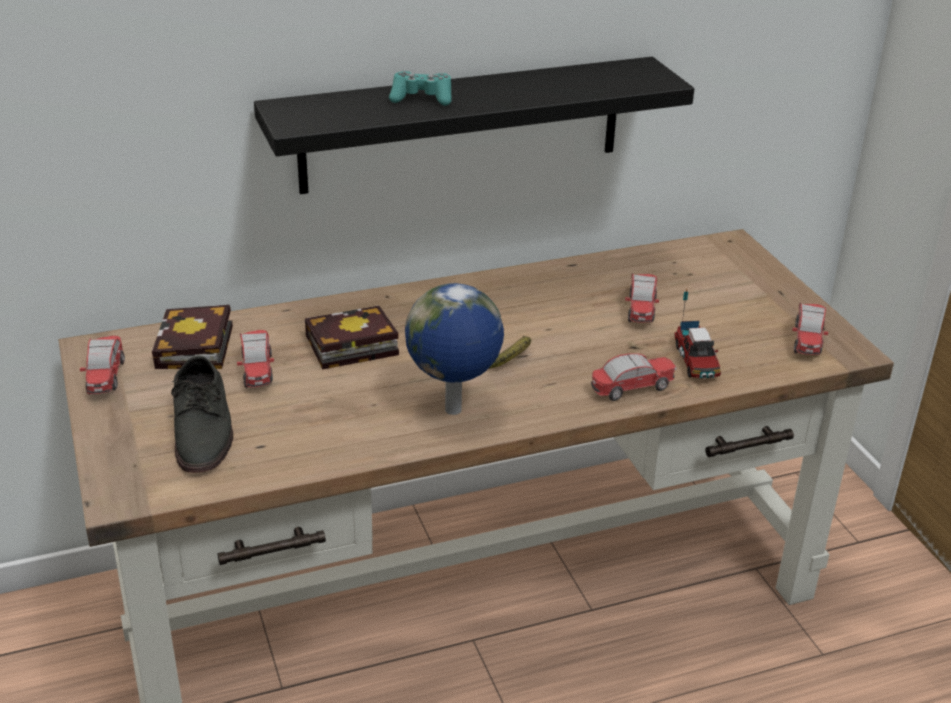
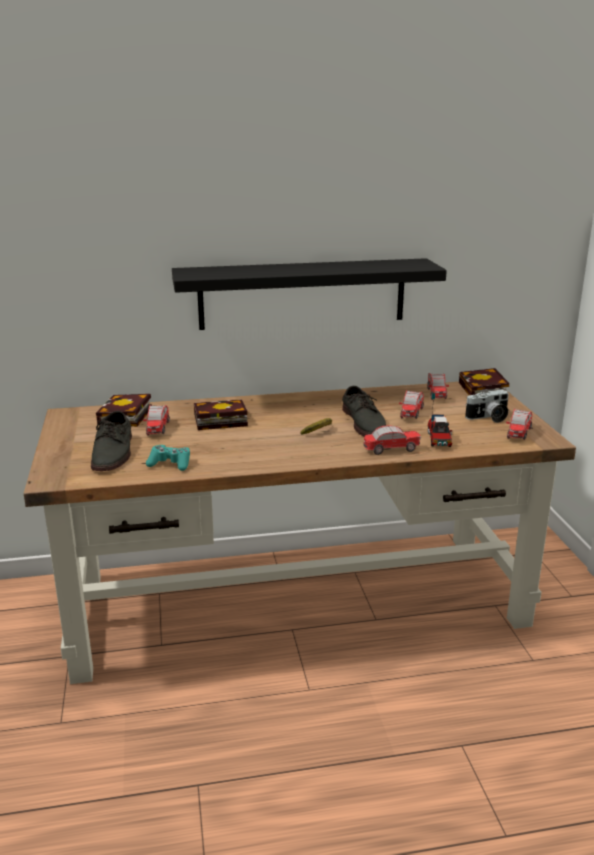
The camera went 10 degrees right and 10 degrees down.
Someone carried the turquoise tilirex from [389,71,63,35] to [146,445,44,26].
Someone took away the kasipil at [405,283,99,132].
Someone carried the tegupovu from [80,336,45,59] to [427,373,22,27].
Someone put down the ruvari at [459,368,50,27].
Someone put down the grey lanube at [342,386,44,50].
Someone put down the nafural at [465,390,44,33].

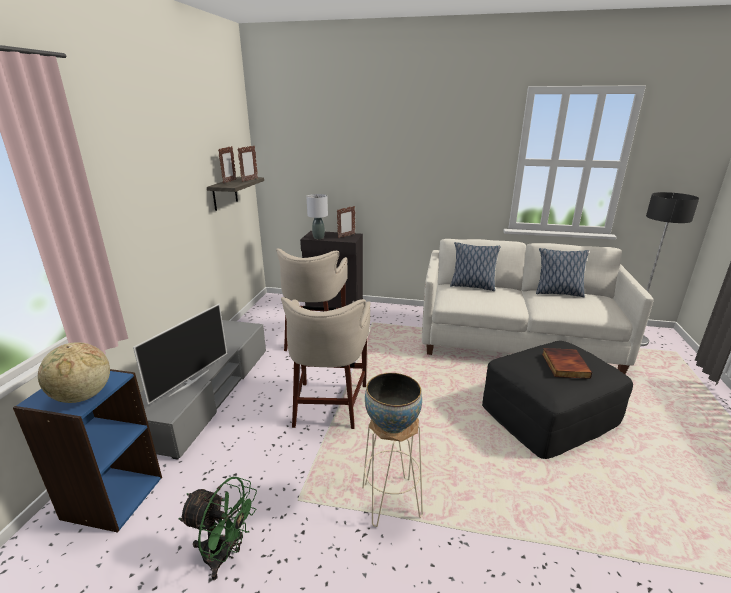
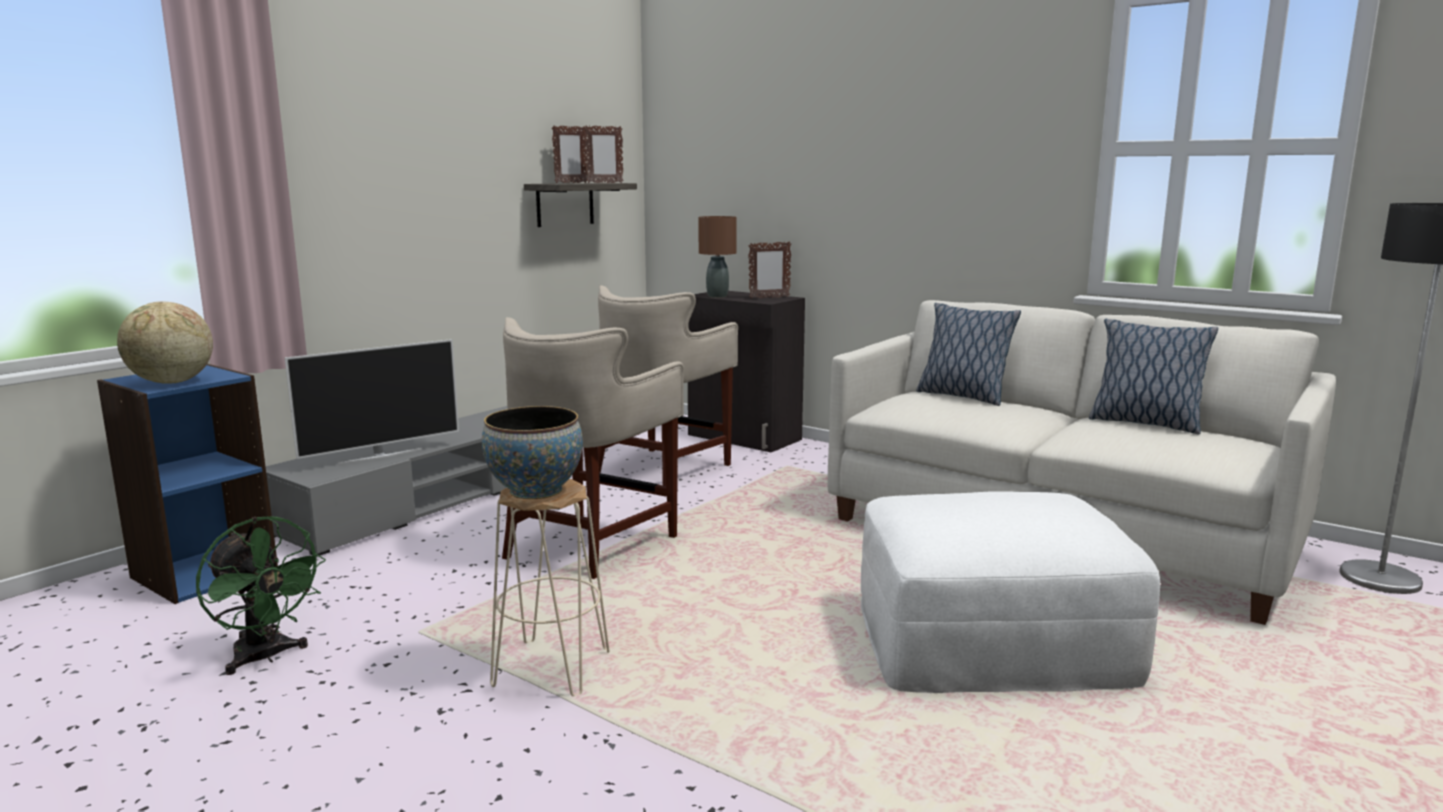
The camera went 25 degrees right and 10 degrees down.
Someone repainted the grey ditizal at [306,194,22,45], which became the brown ditizal at [698,216,39,82].
Someone repainted the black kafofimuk at [482,341,151,118], which became the white kafofimuk at [861,491,299,202].
Someone took away the ruvari at [542,348,50,31].

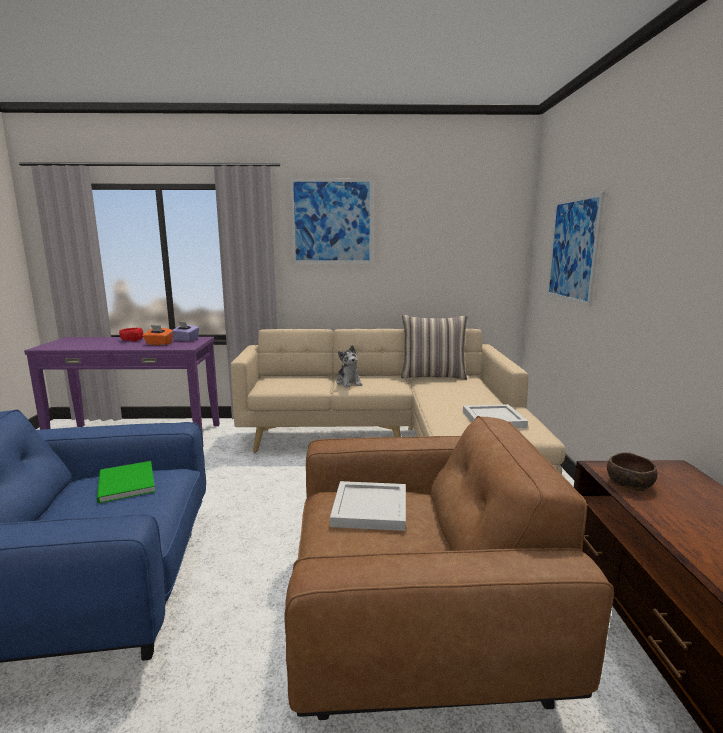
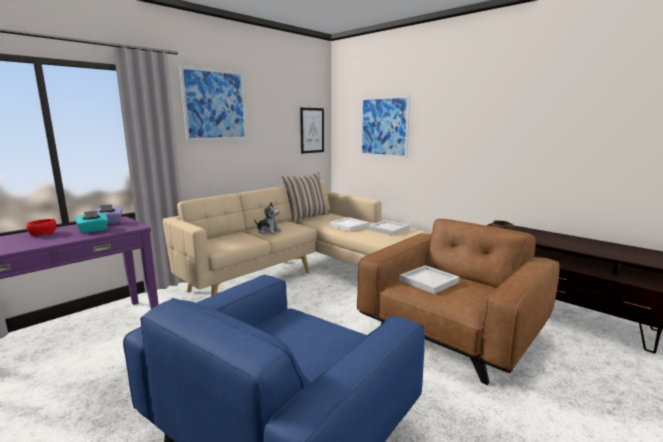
The camera went 45 degrees left and 0 degrees up.
Someone repainted the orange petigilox at [143,325,30,20], which became the turquoise petigilox at [75,211,33,22].
Someone took away the green ruvari at [97,461,58,42].
Someone put up the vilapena at [300,108,24,46].
Someone put down the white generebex at [329,217,40,15].

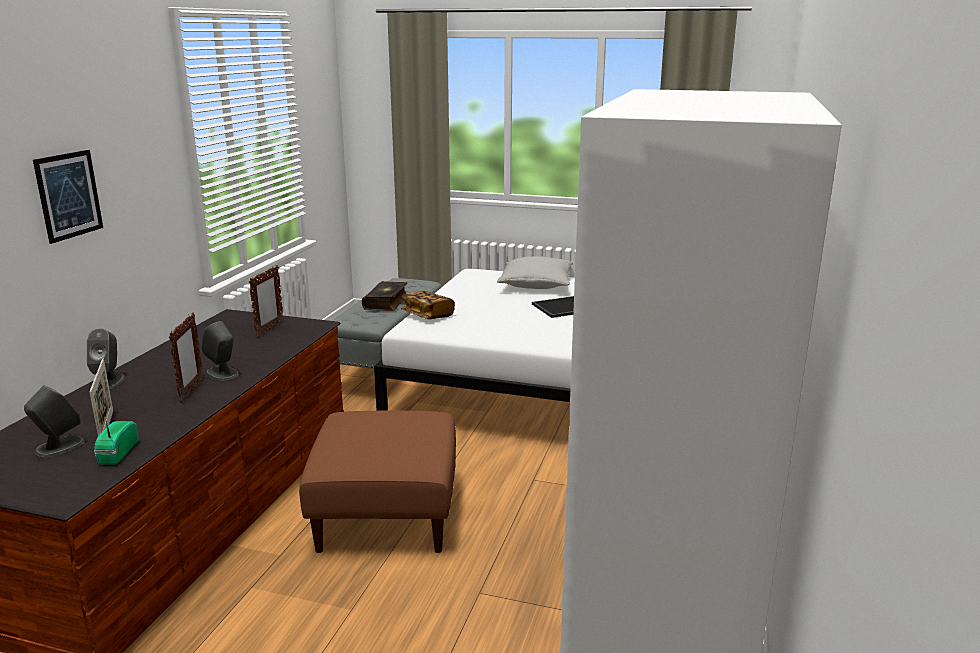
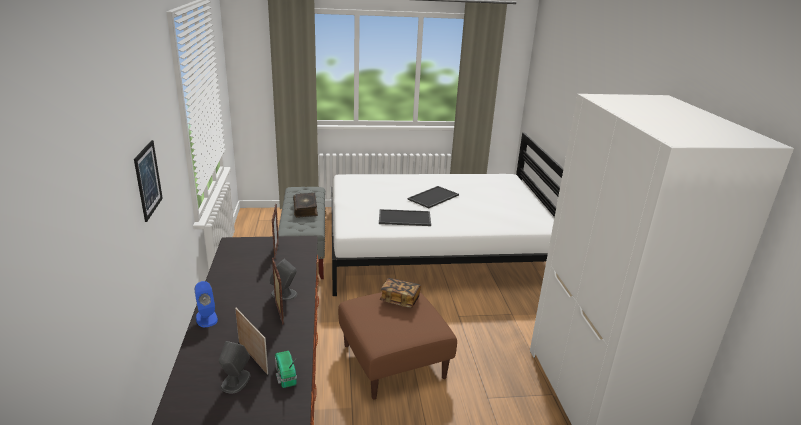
The camera went 25 degrees left and 5 degrees up.
Someone took away the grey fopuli at [497,256,76,33].
Someone carried the ruvari from [401,291,54,28] to [380,278,41,30].
Someone repainted the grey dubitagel at [87,328,38,61], which became the blue dubitagel at [195,281,23,46].
Someone put down the generebex at [379,209,52,17].

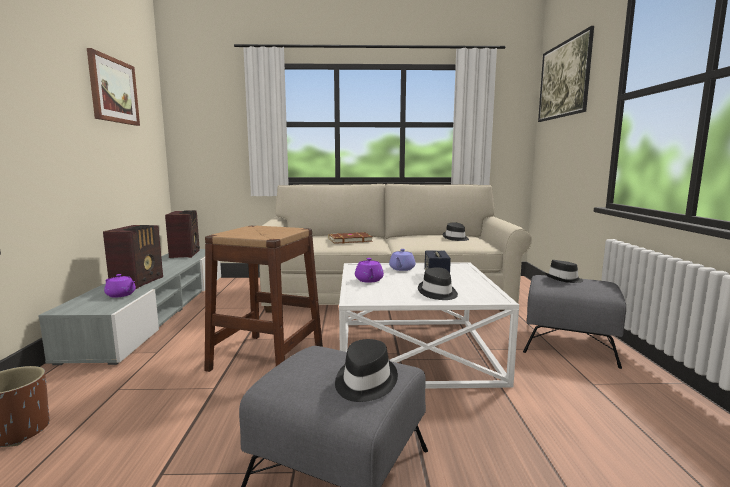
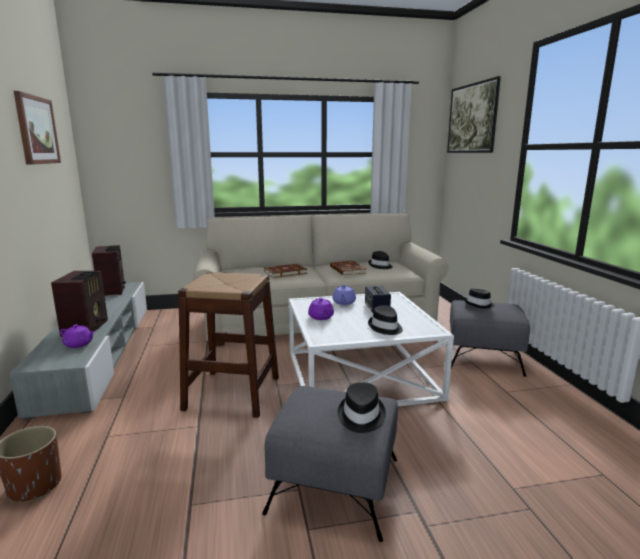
The camera went 10 degrees left and 5 degrees up.
Someone put down the brown ruvari at [330,261,36,14].

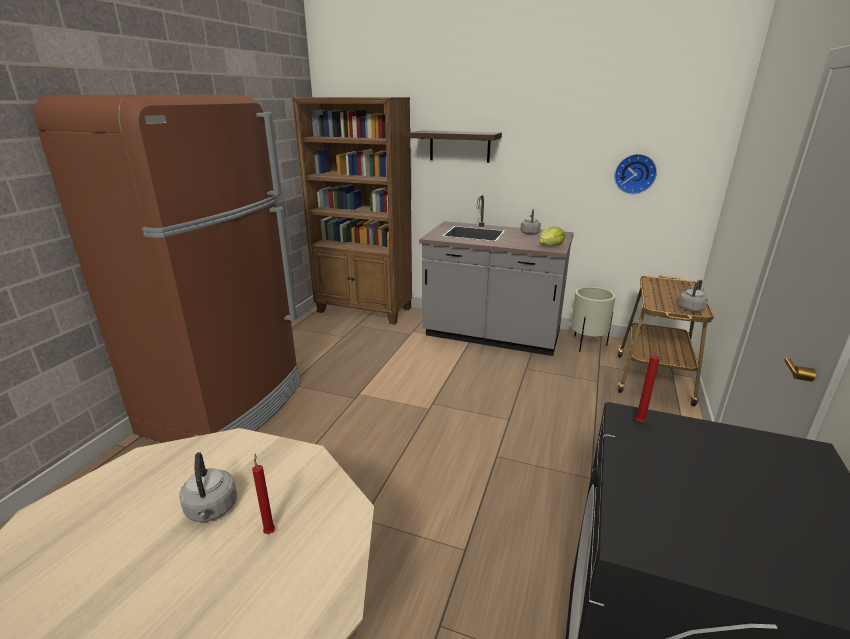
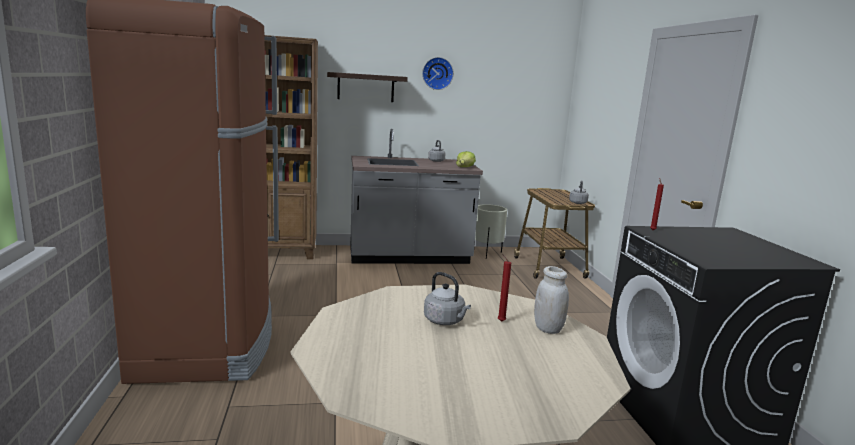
The camera went 30 degrees left and 10 degrees down.
Someone carried the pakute from [614,154,43,40] to [422,57,32,33].
Someone put down the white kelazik at [534,266,35,68].

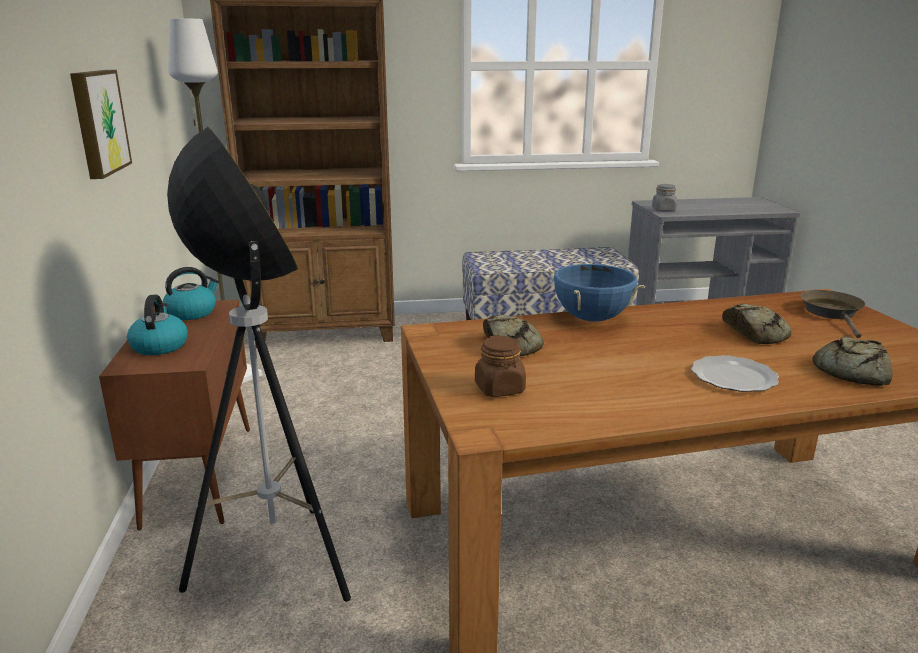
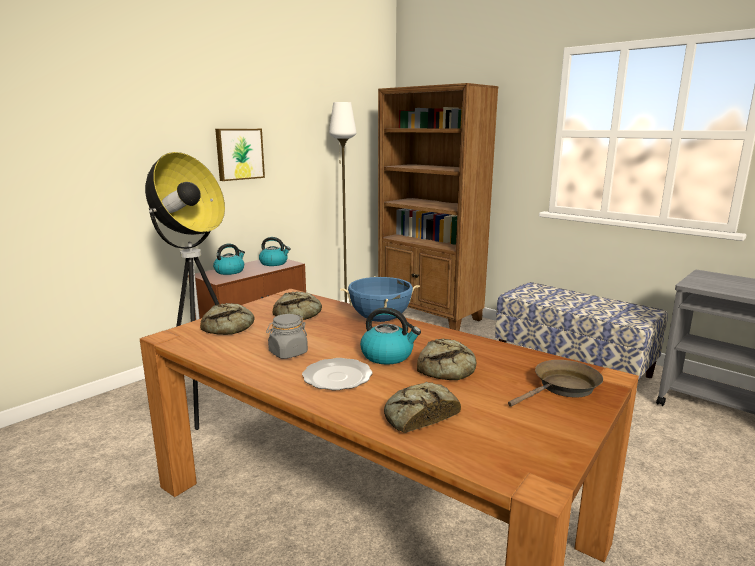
The camera went 50 degrees right and 5 degrees down.
Someone carried the grey kelazik from [652,184,25,28] to [266,314,42,45].
Someone swapped the brown kelazik at [475,335,51,62] for the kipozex at [200,303,54,32].
Someone put down the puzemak at [360,307,61,58].

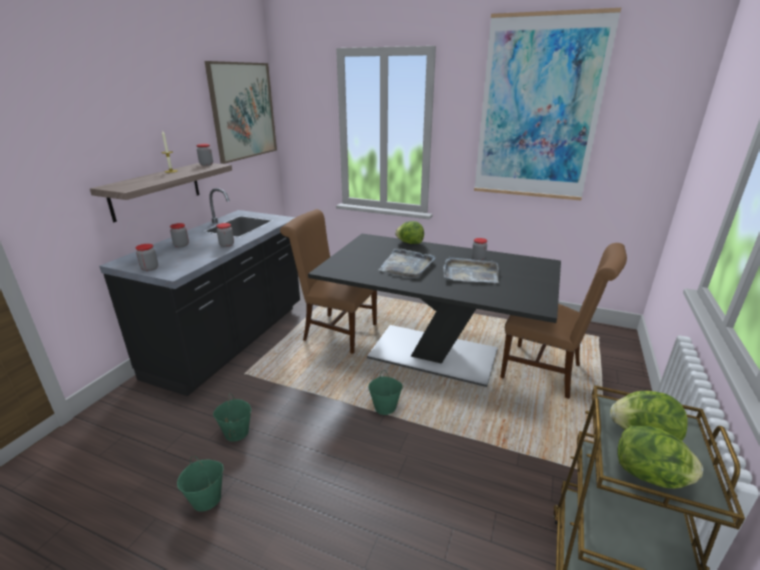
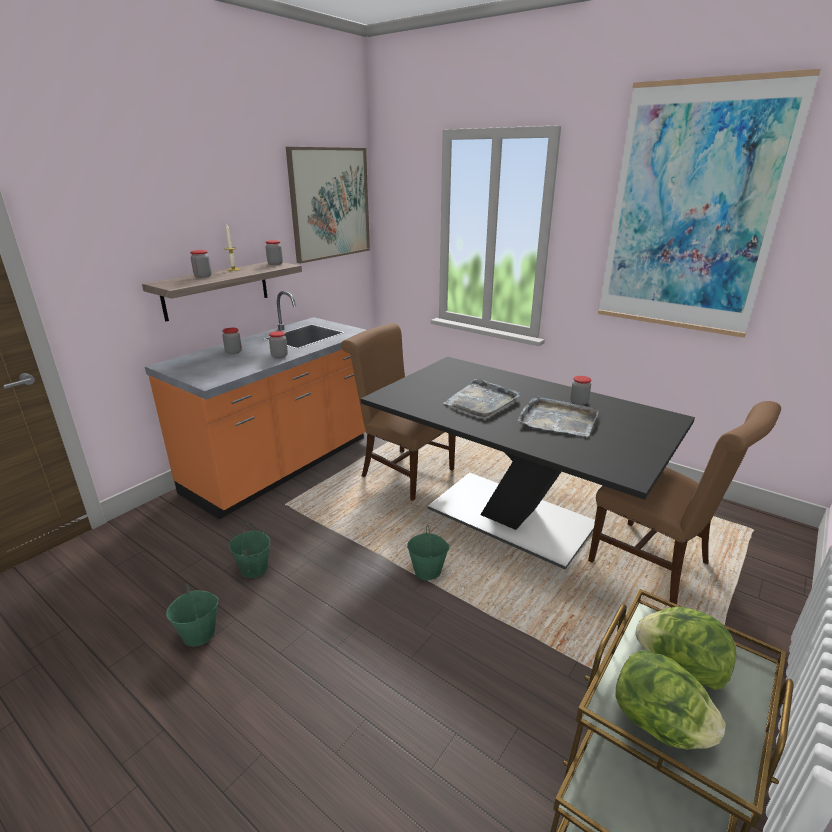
The camera went 15 degrees right and 0 degrees up.
Someone repainted the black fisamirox at [99,188,201,208], which became the orange fisamirox at [145,291,221,228].
Someone took away the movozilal at [395,221,29,23].
Someone carried the kelazik from [136,244,22,27] to [190,250,21,28].

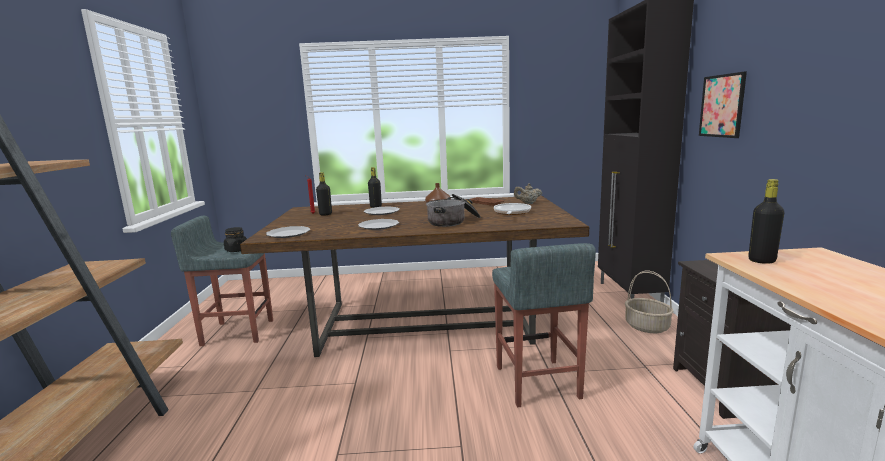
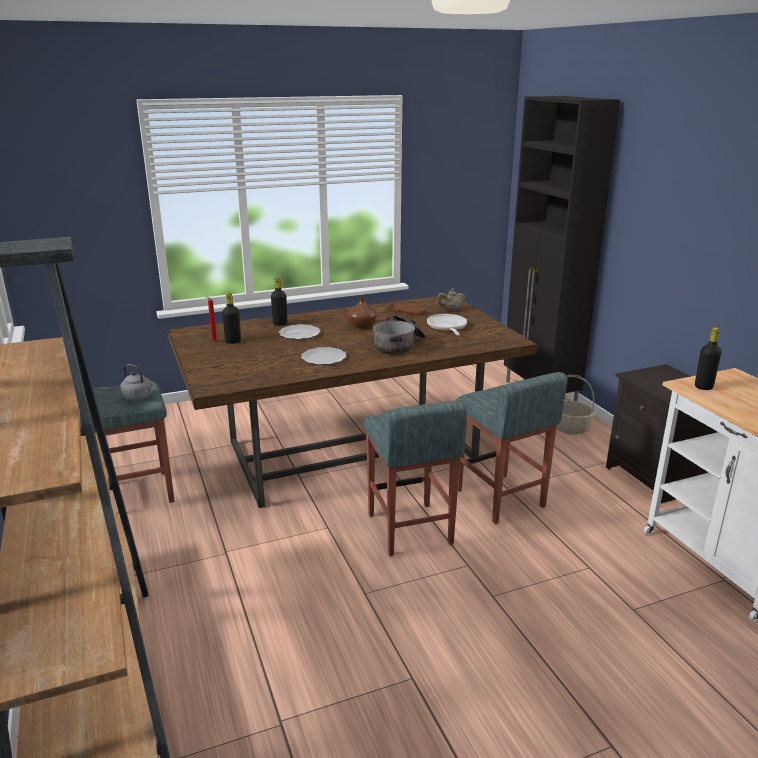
The camera went 20 degrees left and 10 degrees up.
Someone took away the vilapena at [699,71,48,67].
Someone took away the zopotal at [266,226,44,12].
Someone swapped the black kelazik at [224,227,23,25] for the grey puzemak at [120,364,33,37].
Someone put down the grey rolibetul at [364,400,103,157].

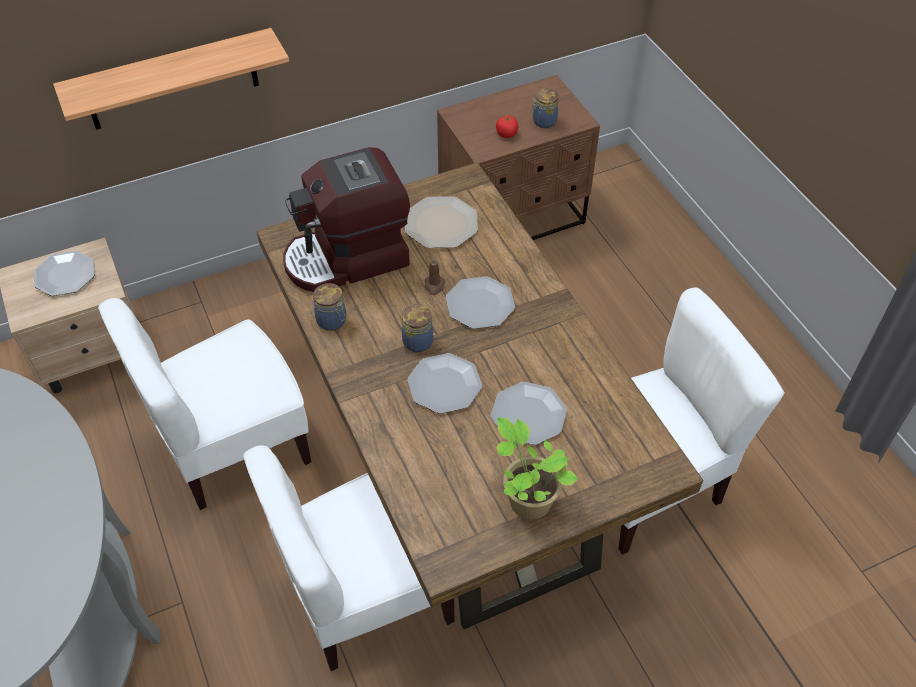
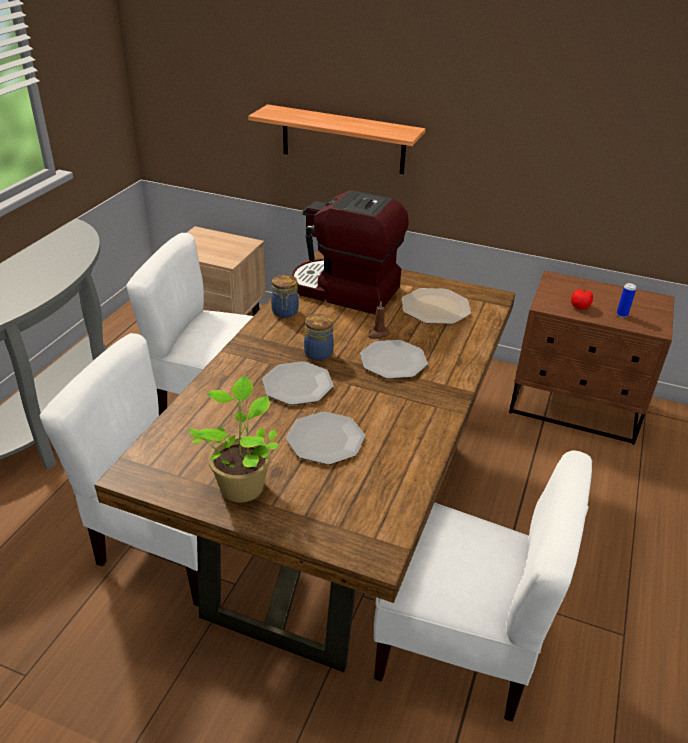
The camera went 45 degrees right and 15 degrees down.
Someone swapped the kelazik at [531,88,28,40] for the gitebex at [617,283,19,34].
Someone took away the zopotal at [34,250,60,46].

